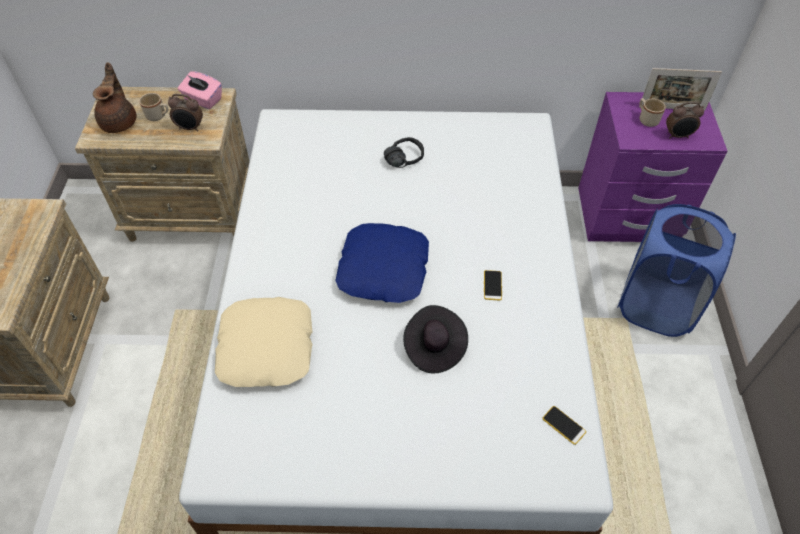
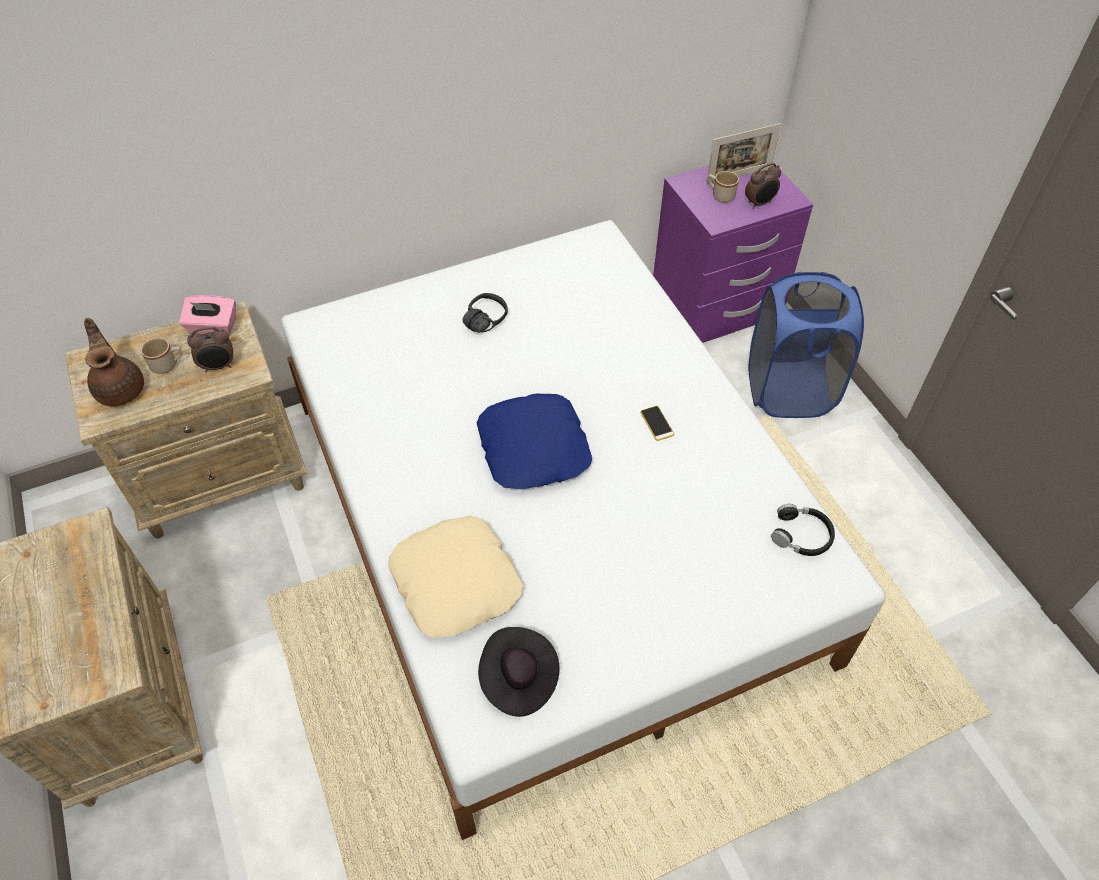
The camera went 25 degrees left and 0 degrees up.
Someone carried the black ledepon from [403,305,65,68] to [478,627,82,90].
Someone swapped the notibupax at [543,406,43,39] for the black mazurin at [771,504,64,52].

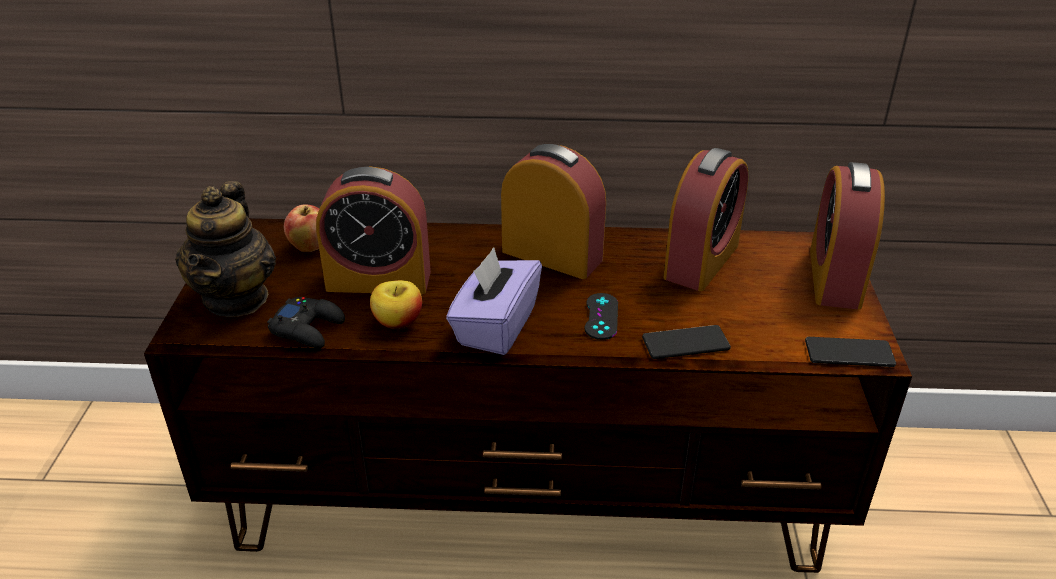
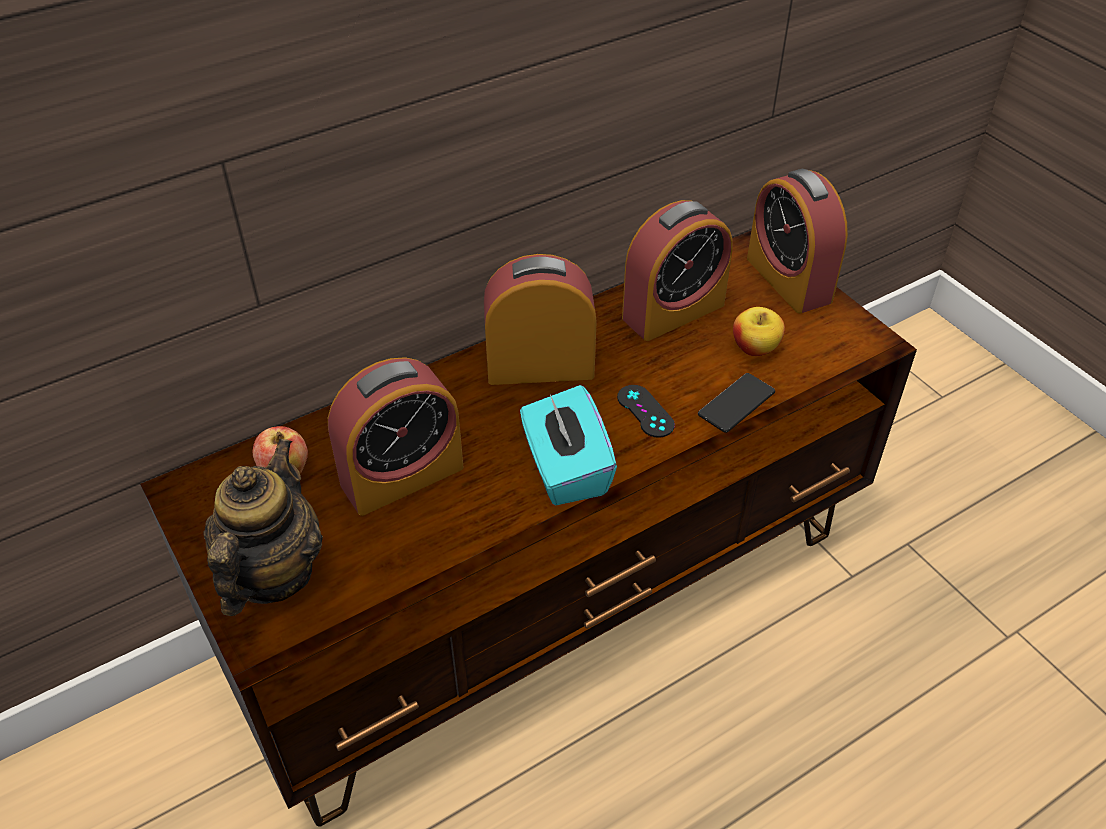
The camera went 35 degrees left and 10 degrees up.
Someone rotated the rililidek at [664,148,84,143] by 60 degrees clockwise.
Someone rotated the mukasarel at [175,181,101,136] by 135 degrees counterclockwise.
Someone repainted the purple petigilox at [446,247,96,108], which became the turquoise petigilox at [520,385,97,120].
Someone carried the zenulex from [370,280,52,48] to [733,307,52,49].
Someone took away the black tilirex at [267,297,78,51].
Someone took away the notibupax at [805,337,91,30].

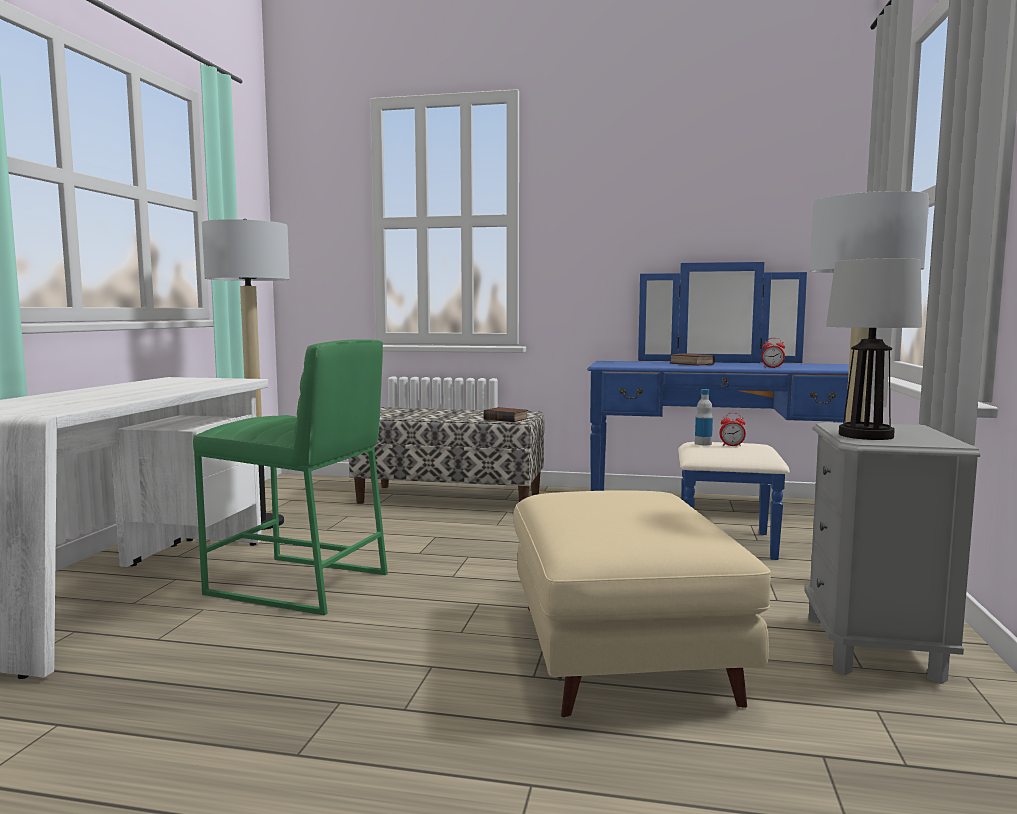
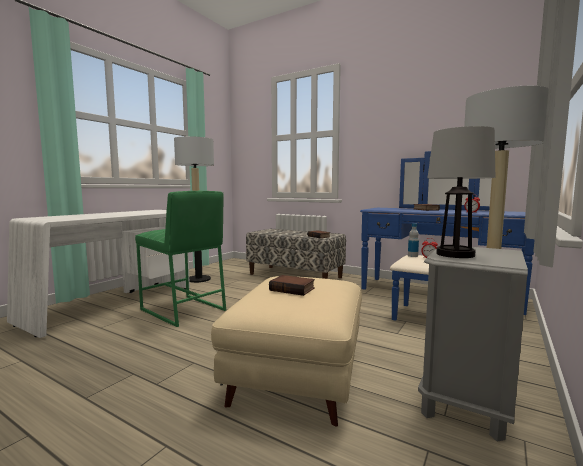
The camera went 20 degrees right and 0 degrees up.
Someone put down the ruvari at [269,275,46,21].

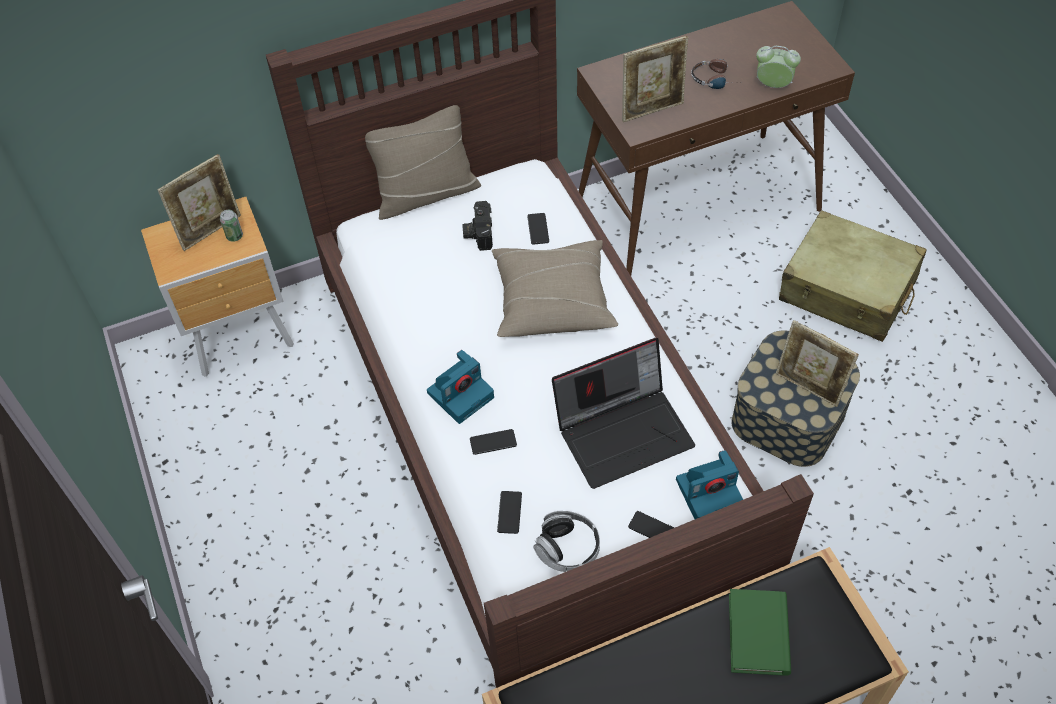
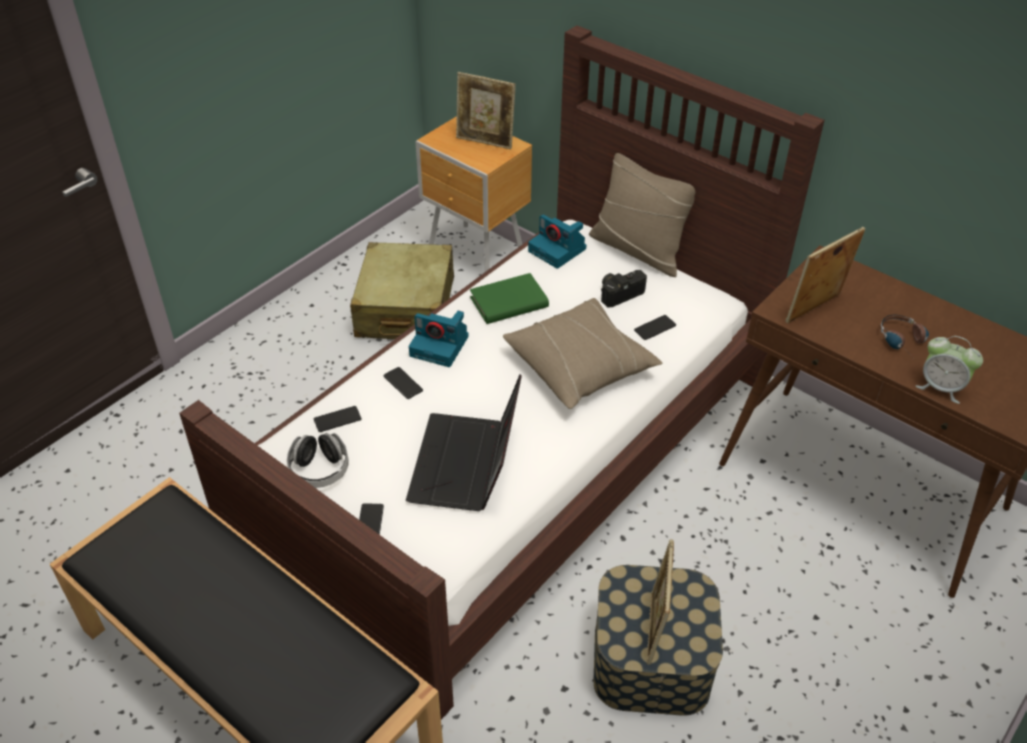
The camera went 60 degrees right and 10 degrees down.
Someone rotated the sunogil at [622,36,66,86] by 105 degrees clockwise.
Someone rotated the rililidek at [756,46,45,42] by 135 degrees clockwise.
Someone took away the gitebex at [220,210,23,32].
Someone carried the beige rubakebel from [779,210,148,132] to [350,242,104,97].
Someone rotated the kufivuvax at [552,338,143,151] by 60 degrees clockwise.
Someone carried the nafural from [676,450,67,69] to [528,214,58,55].
Someone carried the green ruvari from [729,589,62,87] to [470,273,79,51].

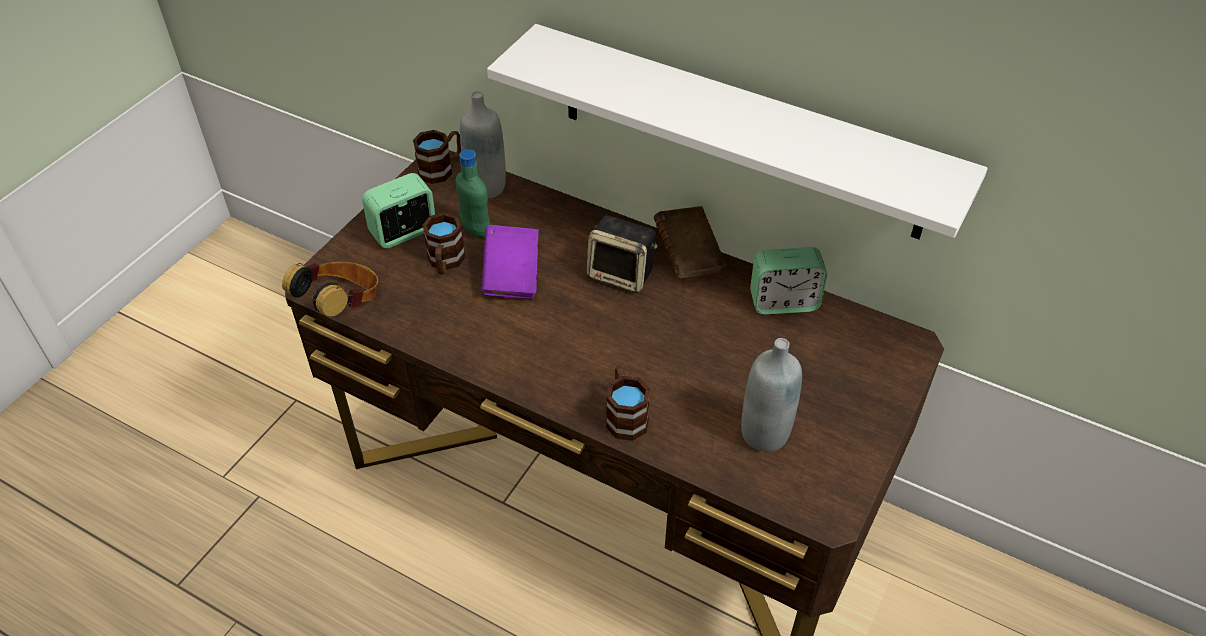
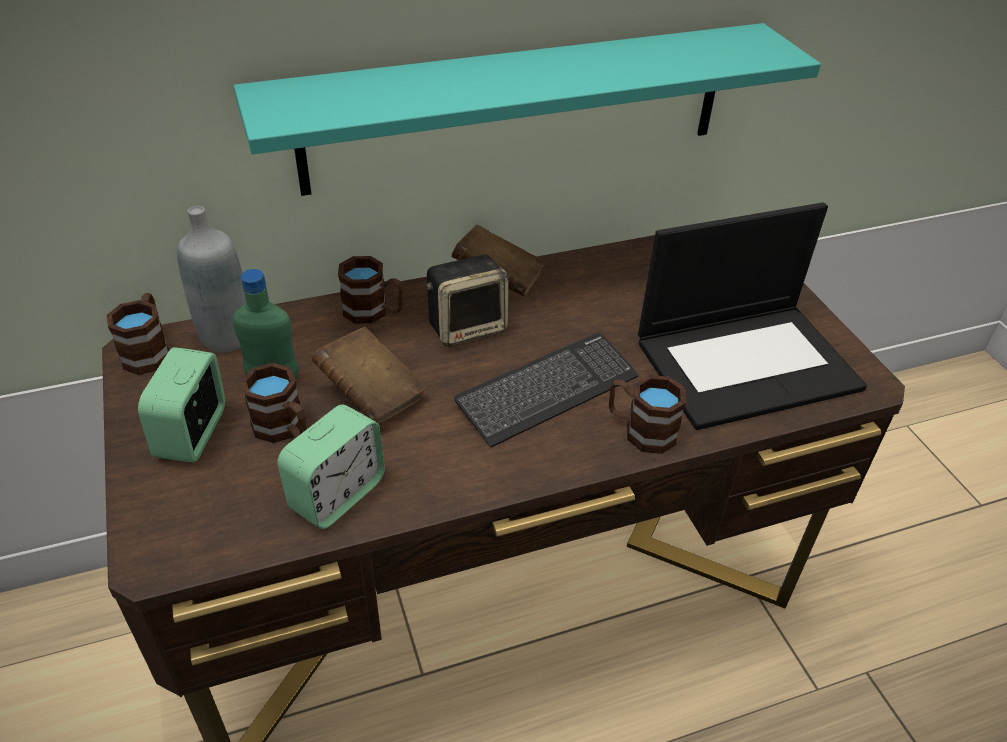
The camera went 50 degrees left and 5 degrees down.
Someone repainted the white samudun at [487,24,501,215], which became the turquoise samudun at [233,23,588,173].
Someone repainted the purple ruvari at [481,225,58,74], which became the brown ruvari at [311,327,116,97].
Someone carried the rililidek from [750,247,77,68] to [277,405,108,124].
Someone took away the mazurin at [282,262,96,55].
Someone swapped the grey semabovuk at [741,338,61,114] for the kufivuvax at [638,202,229,228].
Someone put down the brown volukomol at [338,256,66,68].
Someone put down the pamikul at [454,333,185,115].

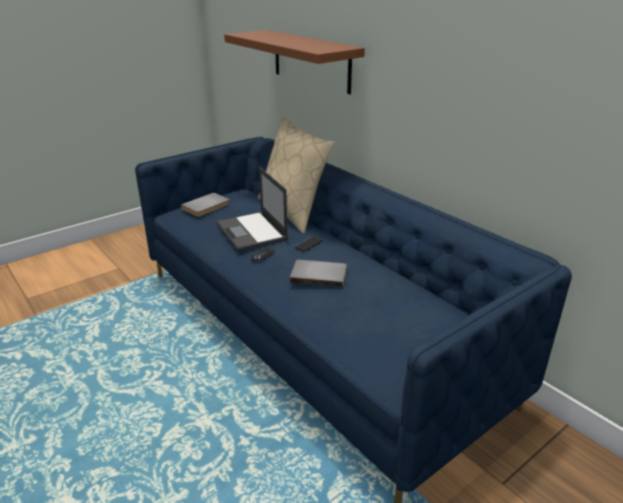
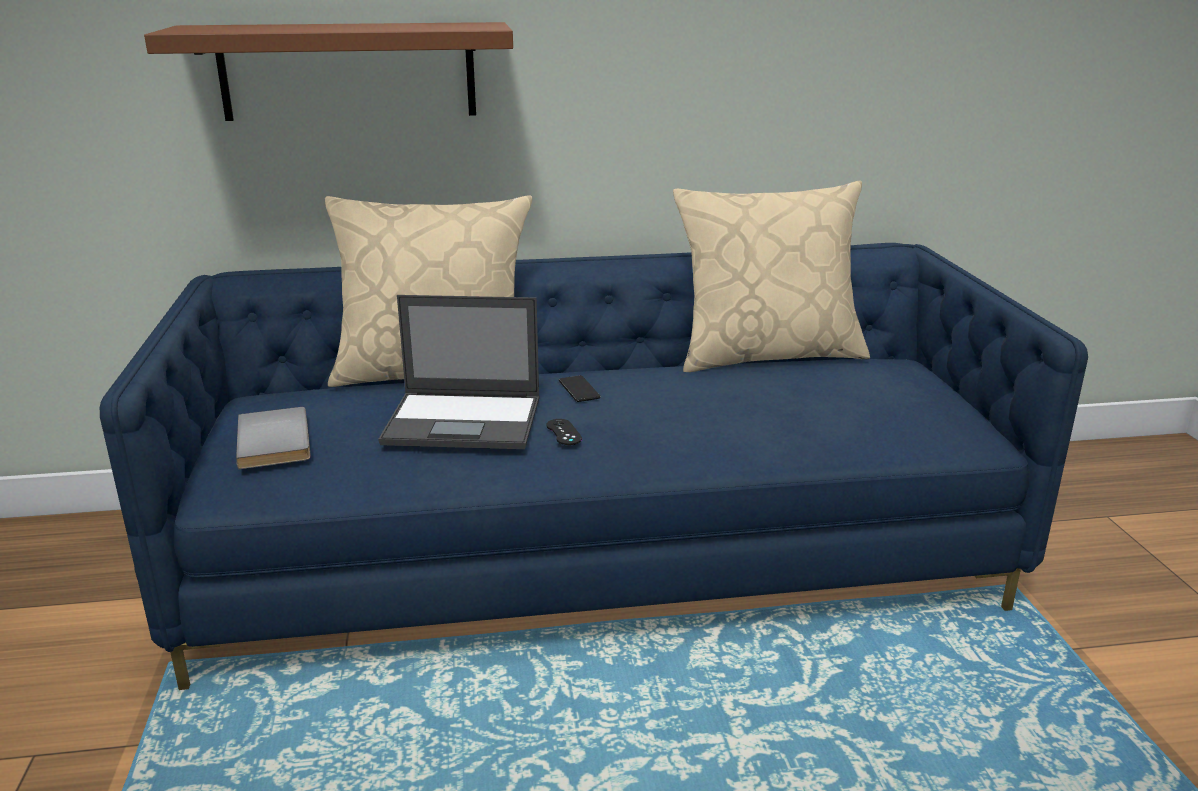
The camera went 60 degrees left and 5 degrees down.
Someone took away the grey ruvari at [290,259,57,28].
Someone put down the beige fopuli at [673,181,197,191].

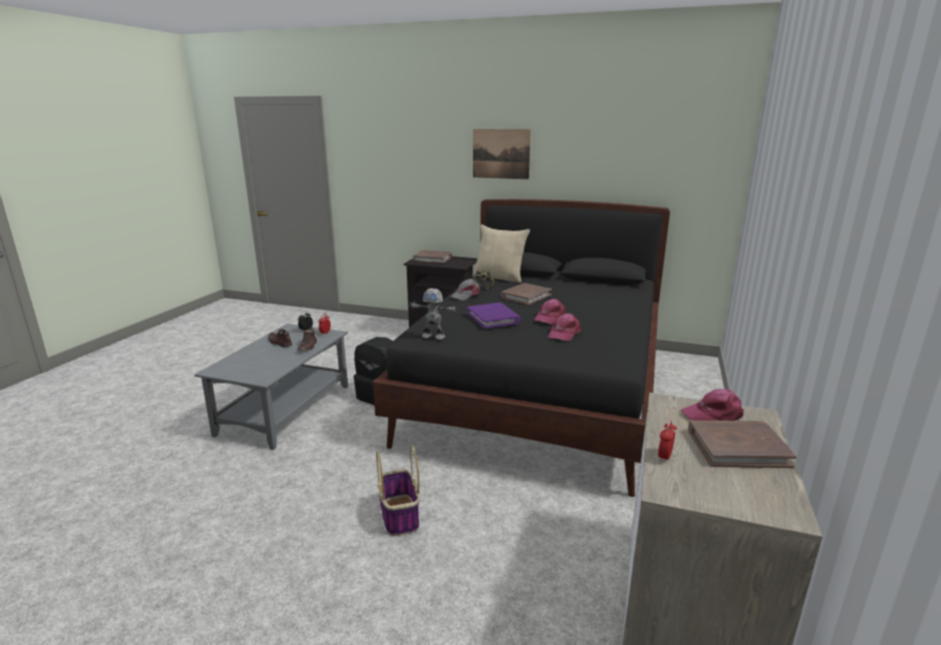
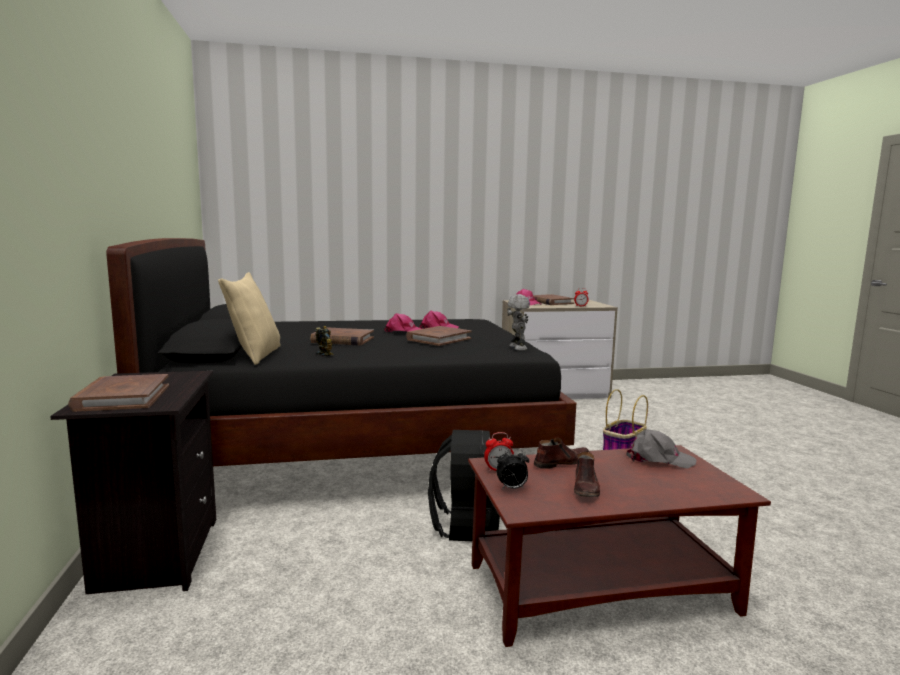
The camera went 120 degrees left and 10 degrees down.
Someone took away the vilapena at [473,129,58,50].
Someone carried the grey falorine from [451,279,29,22] to [626,430,70,39].
Someone repainted the purple ruvari at [467,302,54,27], which became the brown ruvari at [406,326,66,20].
Someone repainted the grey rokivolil at [194,324,154,126], which became the brown rokivolil at [468,445,303,202].

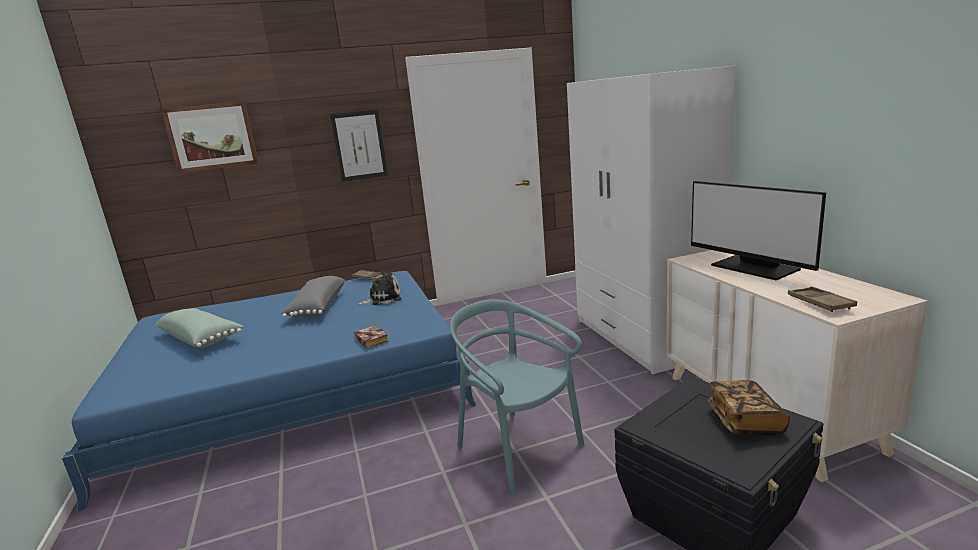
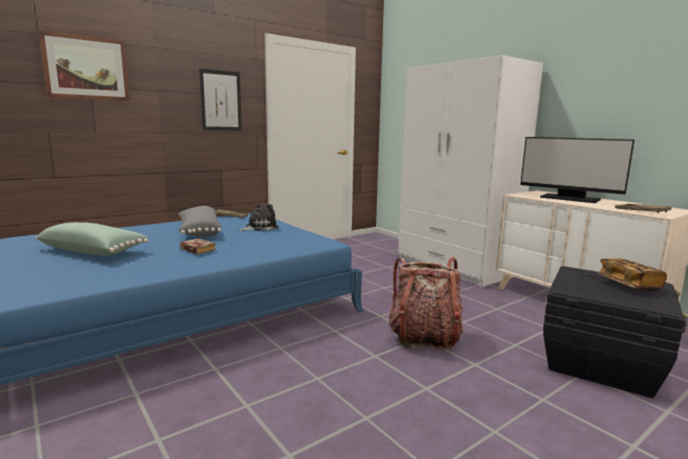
The camera went 20 degrees left and 5 degrees down.
Someone swapped the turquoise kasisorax at [450,299,135,196] for the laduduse at [389,257,74,93].
Someone carried the ruvari from [354,326,34,22] to [180,239,36,15].

